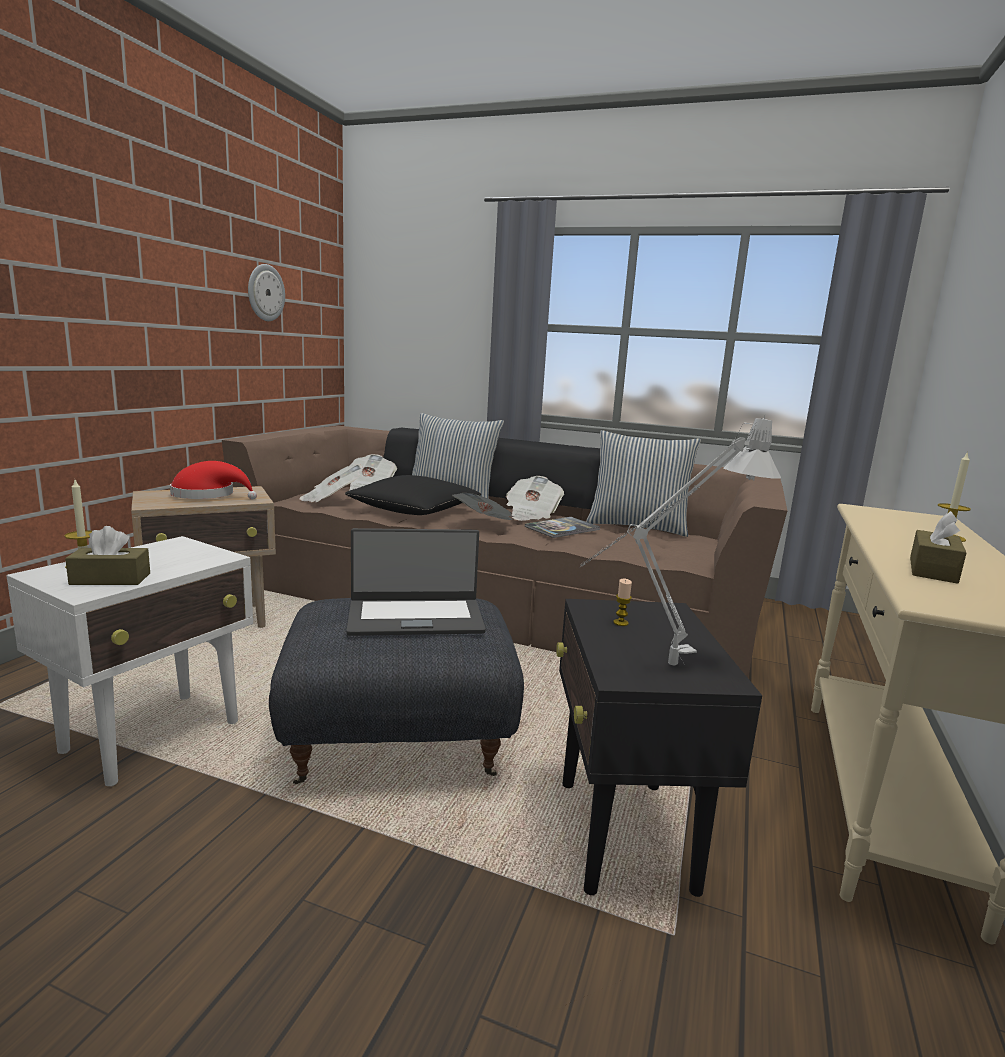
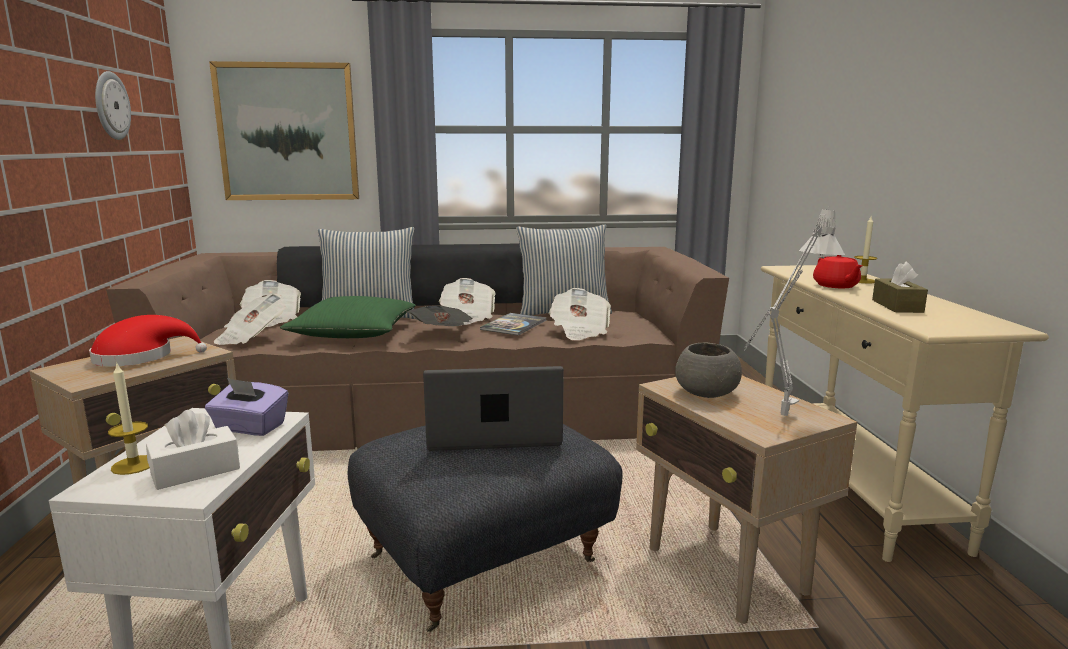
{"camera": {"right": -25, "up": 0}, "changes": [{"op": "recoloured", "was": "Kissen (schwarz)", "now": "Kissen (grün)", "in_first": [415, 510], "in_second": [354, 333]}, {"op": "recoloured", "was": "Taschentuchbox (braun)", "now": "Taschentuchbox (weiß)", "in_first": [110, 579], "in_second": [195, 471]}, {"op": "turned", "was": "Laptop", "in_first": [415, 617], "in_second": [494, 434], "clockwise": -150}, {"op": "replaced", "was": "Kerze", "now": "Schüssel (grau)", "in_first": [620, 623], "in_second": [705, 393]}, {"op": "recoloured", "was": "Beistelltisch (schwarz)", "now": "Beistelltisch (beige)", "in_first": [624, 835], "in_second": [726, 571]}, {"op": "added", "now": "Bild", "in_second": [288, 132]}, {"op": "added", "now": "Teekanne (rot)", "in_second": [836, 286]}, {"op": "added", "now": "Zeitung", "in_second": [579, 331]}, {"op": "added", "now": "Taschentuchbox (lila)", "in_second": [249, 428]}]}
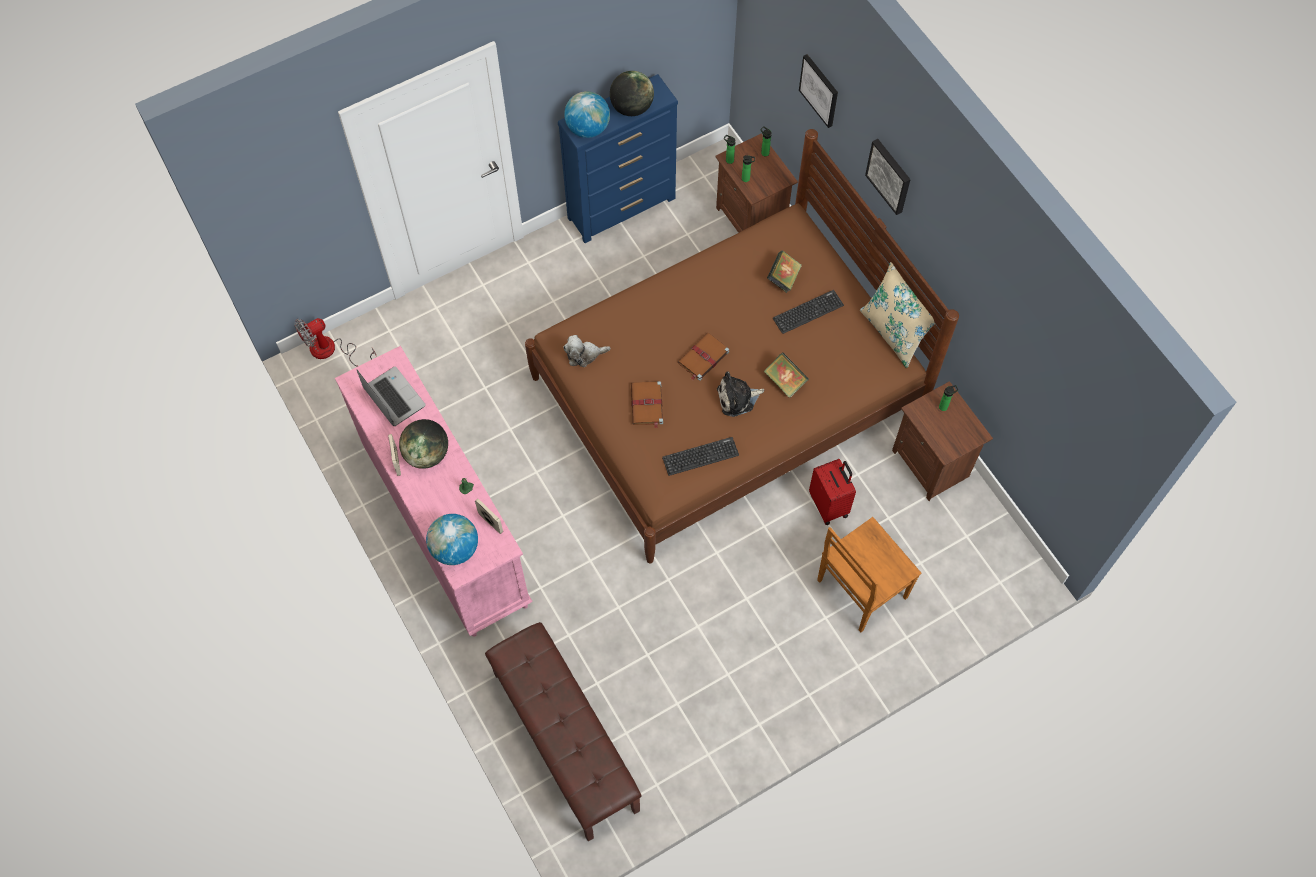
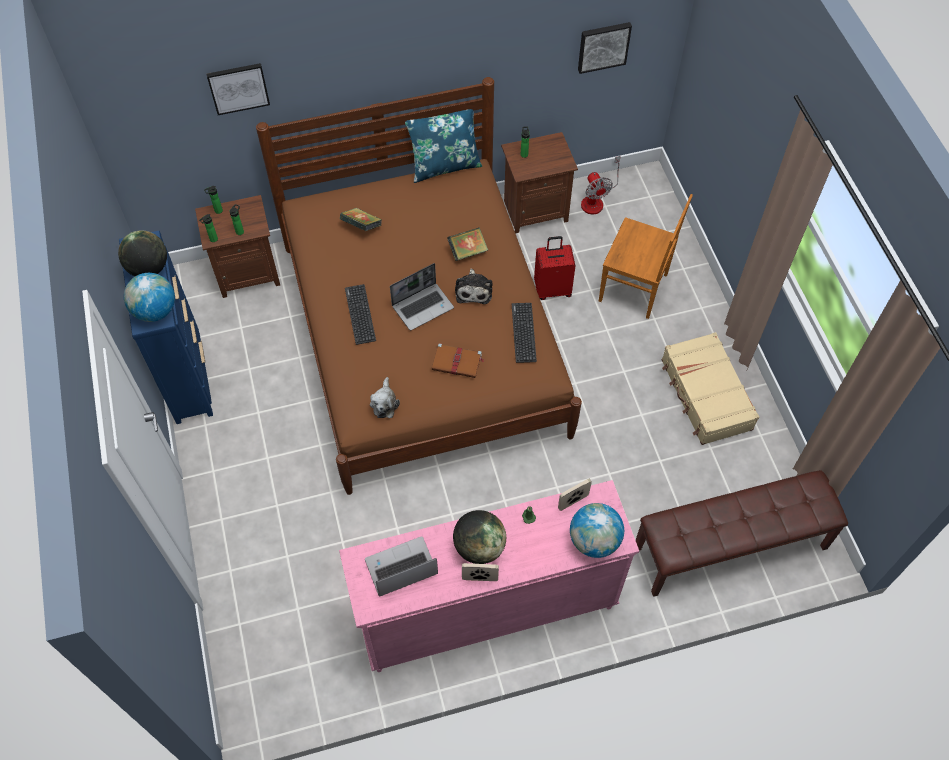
{"camera": {"right": -75, "up": -5}, "changes": [{"op": "moved", "was": "Bild", "in_first": [890, 175], "in_second": [603, 46]}, {"op": "recoloured", "was": "Kissen (beige)", "now": "Kissen (blau)", "in_first": [894, 332], "in_second": [444, 165]}, {"op": "moved", "was": "Tastatur", "in_first": [808, 312], "in_second": [360, 314]}, {"op": "moved", "was": "Ventilator", "in_first": [331, 350], "in_second": [596, 200]}, {"op": "replaced", "was": "Buch (braun)", "now": "Laptop", "in_first": [703, 358], "in_second": [423, 306]}, {"op": "turned", "was": "Stuhl (braun)", "in_first": [859, 590], "in_second": [635, 288], "clockwise": -45}, {"op": "added", "now": "Koffer (beige)", "in_second": [705, 395]}]}
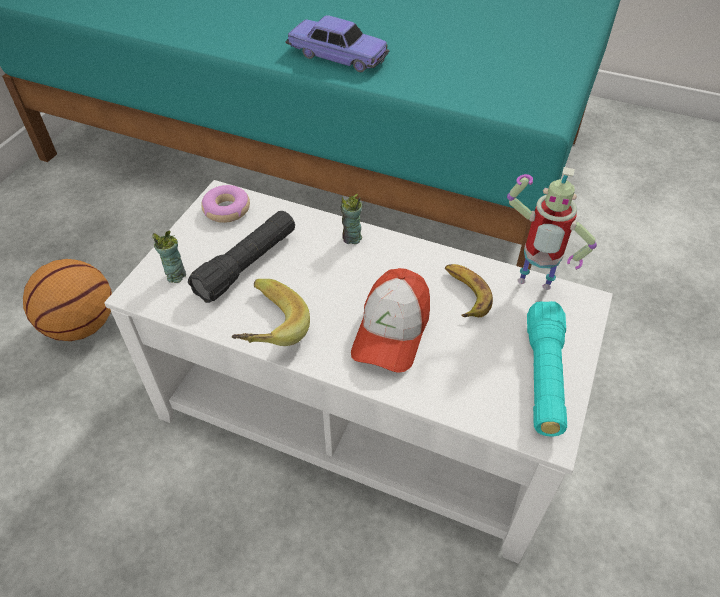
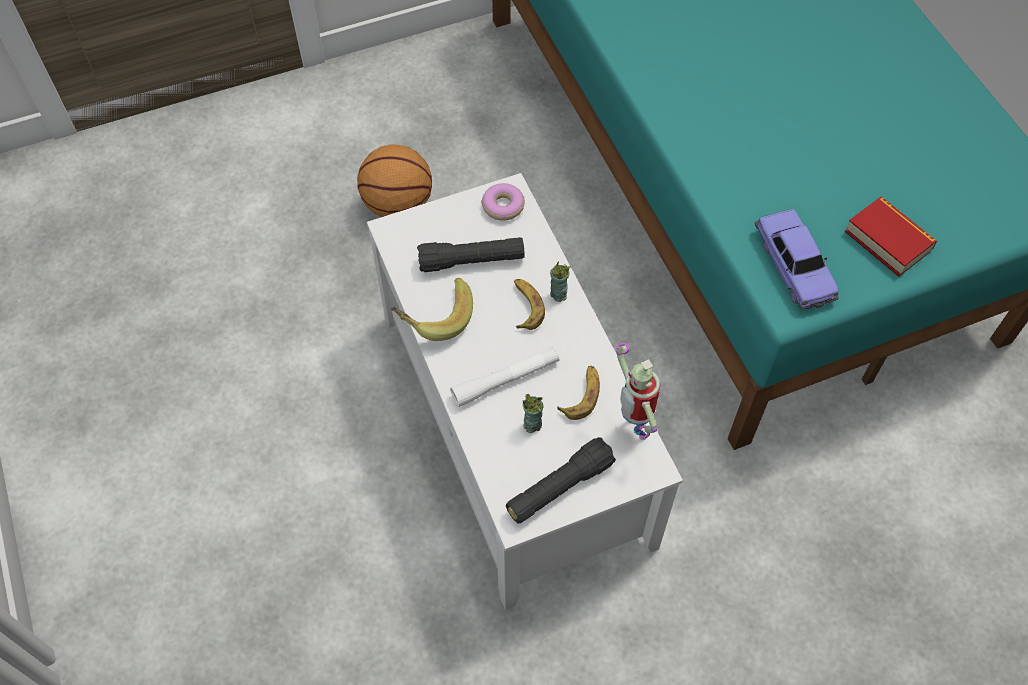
{"camera": {"right": 45, "up": 10}, "changes": [{"op": "moved", "was": "Spielzeugauto", "in_first": [337, 56], "in_second": [793, 266]}, {"op": "moved", "was": "Tasse", "in_first": [175, 275], "in_second": [532, 424]}, {"op": "replaced", "was": "Kappe", "now": "Taschenlampe (weiß)", "in_first": [391, 331], "in_second": [505, 380]}, {"op": "recoloured", "was": "Taschenlampe (türkis)", "now": "Taschenlampe (schwarz)", "in_first": [543, 377], "in_second": [559, 487]}, {"op": "added", "now": "Buch", "in_second": [888, 241]}, {"op": "added", "now": "Banane", "in_second": [525, 306]}]}
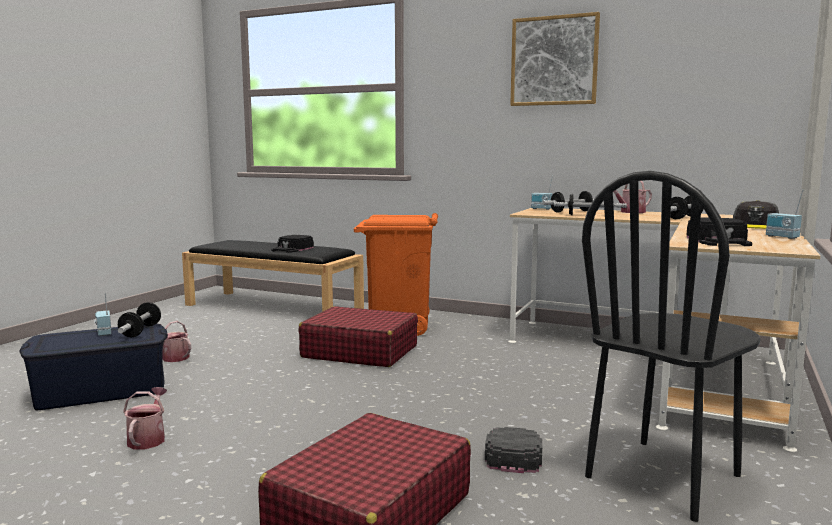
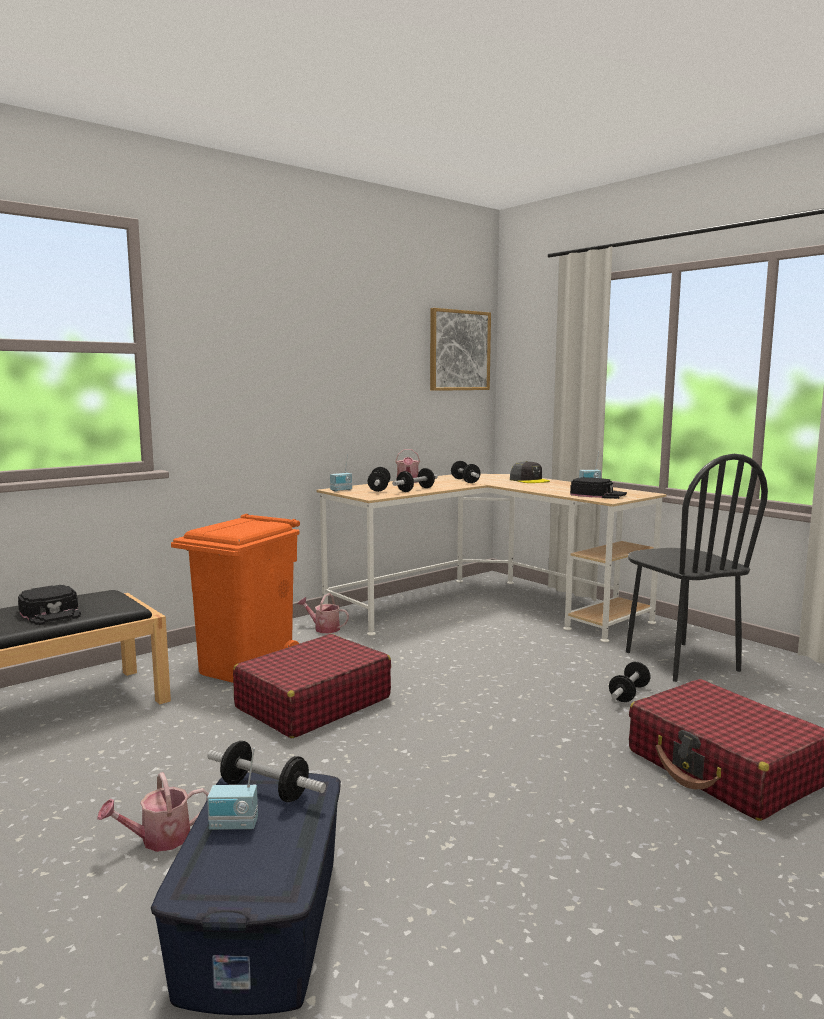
{"camera": {"right": -65, "up": 0}, "changes": [{"op": "moved", "was": "Bild", "in_first": [554, 61], "in_second": [459, 350]}, {"op": "moved", "was": "Gießkanne", "in_first": [148, 438], "in_second": [323, 628]}, {"op": "replaced", "was": "Kappe (schwarz)", "now": "Hantel", "in_first": [513, 454], "in_second": [629, 694]}]}
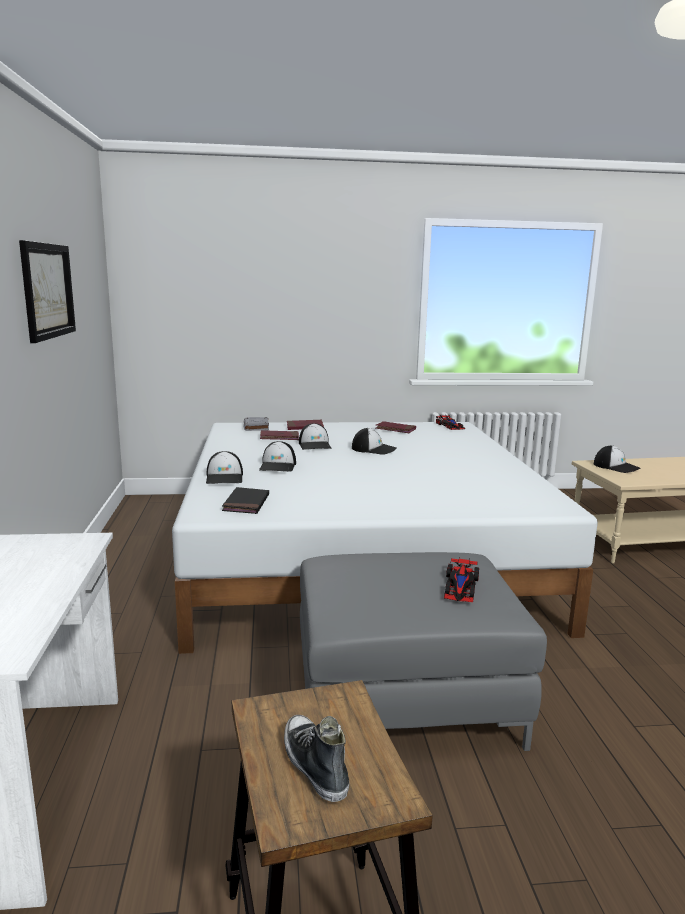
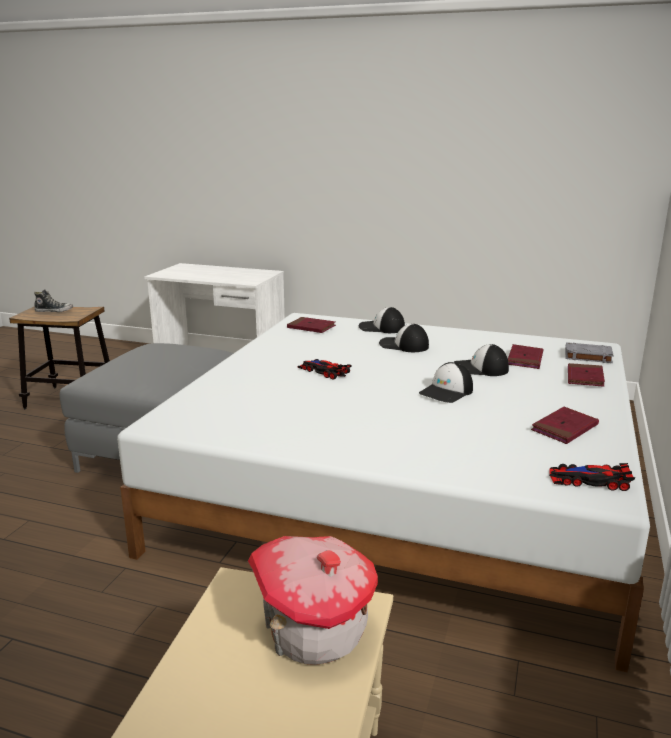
{"camera": {"right": 115, "up": 5}, "changes": [{"op": "removed", "was": "Bild", "in_first": [47, 290]}, {"op": "replaced", "was": "Kappe", "now": "Spielzeughaus", "in_first": [616, 467], "in_second": [314, 630]}, {"op": "recoloured", "was": "Buch (schwarz)", "now": "Buch (rot)", "in_first": [246, 503], "in_second": [311, 327]}, {"op": "moved", "was": "Spielzeugauto", "in_first": [461, 586], "in_second": [323, 371]}]}
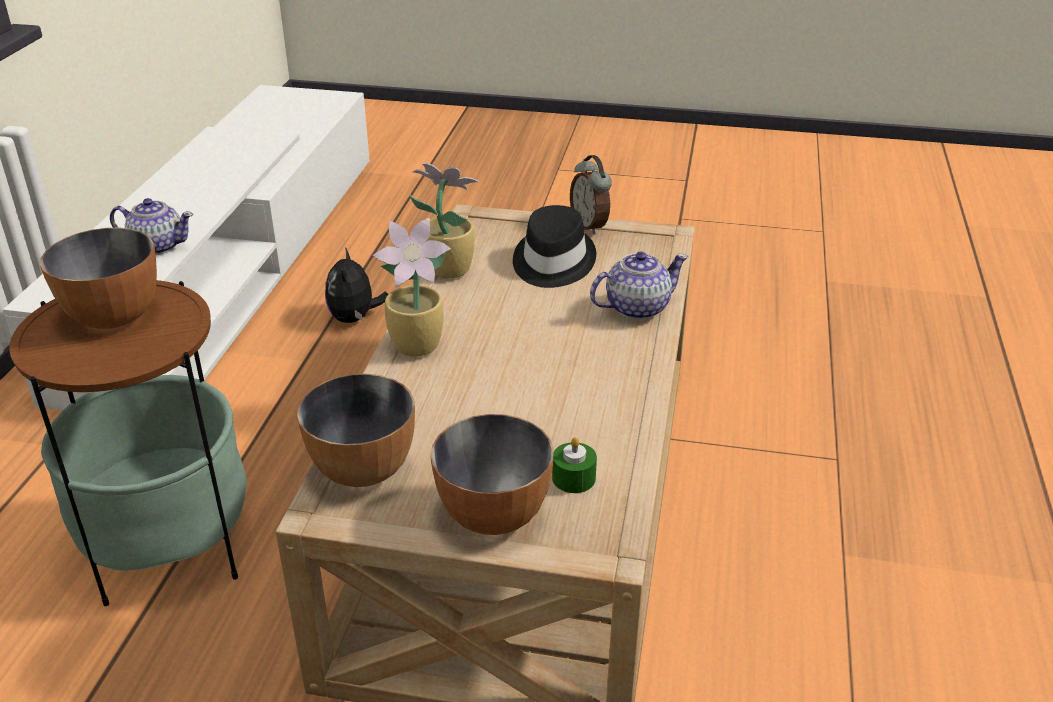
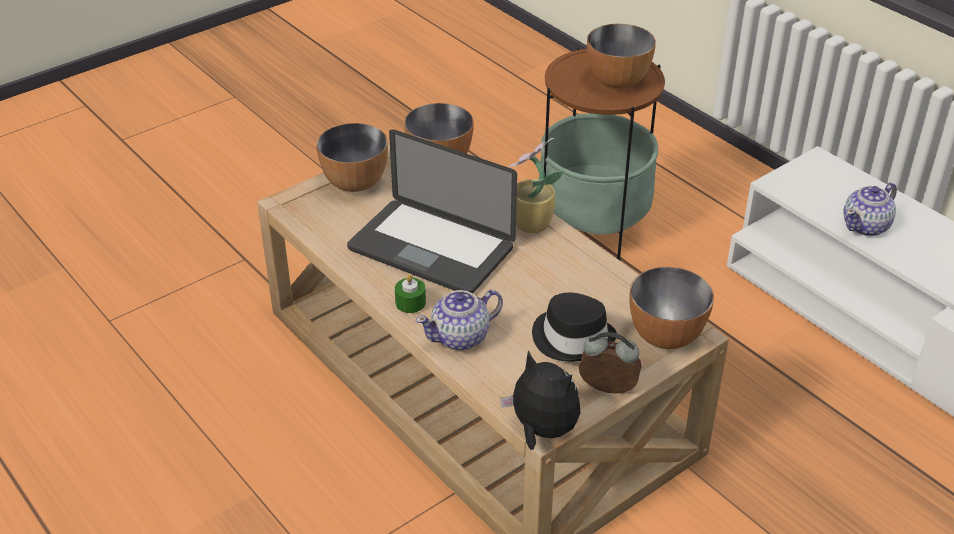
{"camera": {"right": 130, "up": 5}, "changes": [{"op": "removed", "was": "Topfpflanze", "in_first": [447, 269]}, {"op": "moved", "was": "Plüschtier", "in_first": [355, 318], "in_second": [542, 431]}, {"op": "turned", "was": "Teekanne", "in_first": [636, 307], "in_second": [461, 337], "clockwise": 45}, {"op": "moved", "was": "Kerze (grün)", "in_first": [573, 478], "in_second": [410, 302]}, {"op": "added", "now": "Laptop", "in_second": [431, 249]}, {"op": "added", "now": "Schüssel", "in_second": [666, 336]}]}
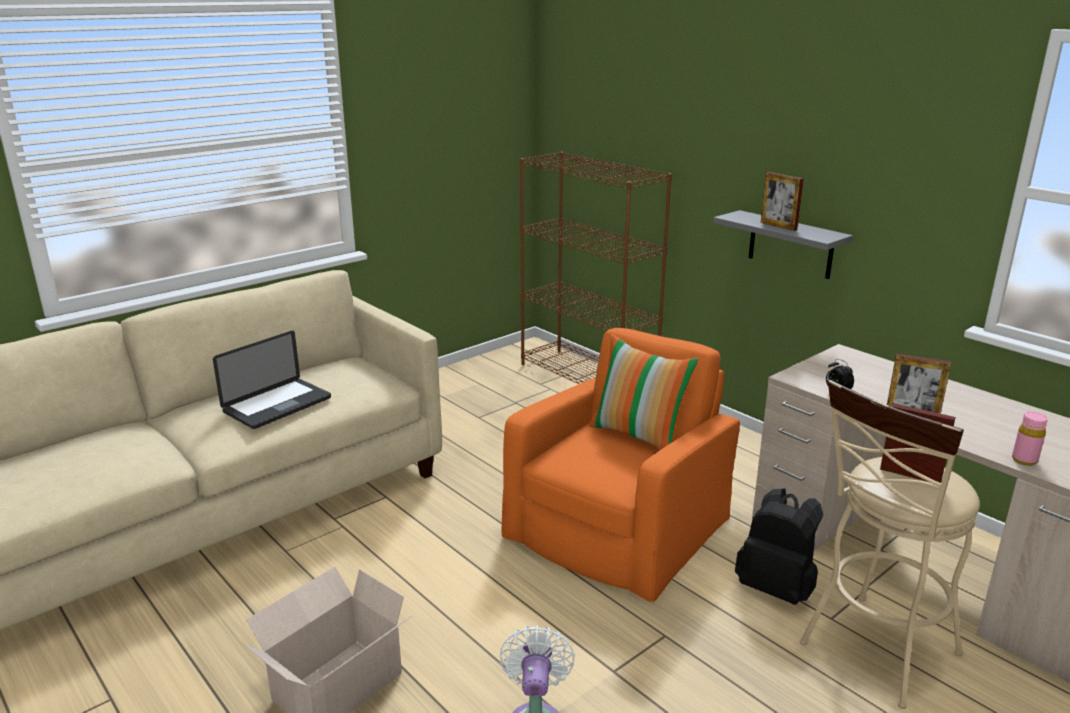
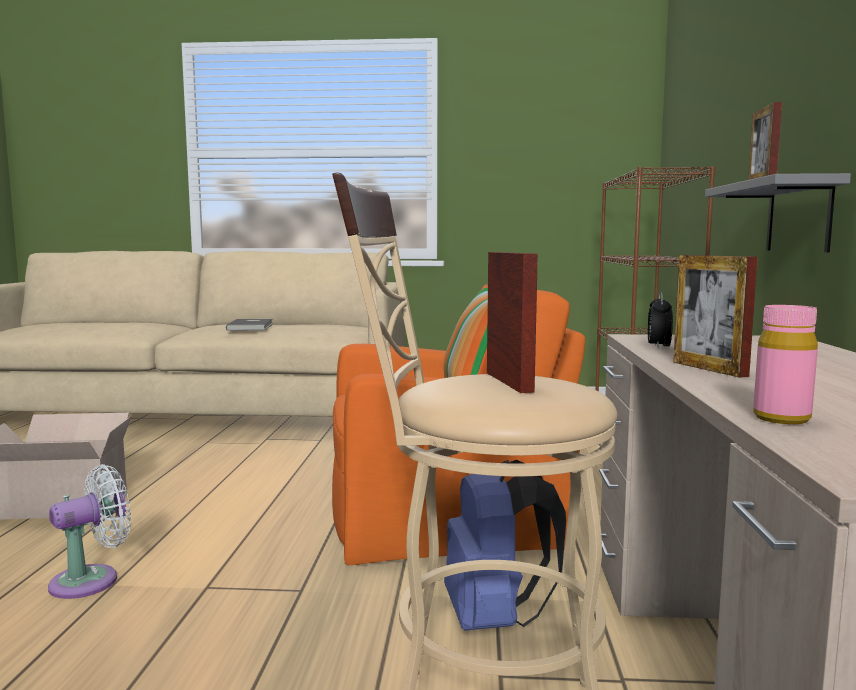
{"camera": {"right": 45, "up": -15}, "changes": [{"op": "replaced", "was": "Laptop", "now": "Buch (grau)", "in_first": [277, 405], "in_second": [252, 327]}, {"op": "recoloured", "was": "Rucksack (schwarz)", "now": "Rucksack (blau)", "in_first": [777, 588], "in_second": [495, 619]}]}
